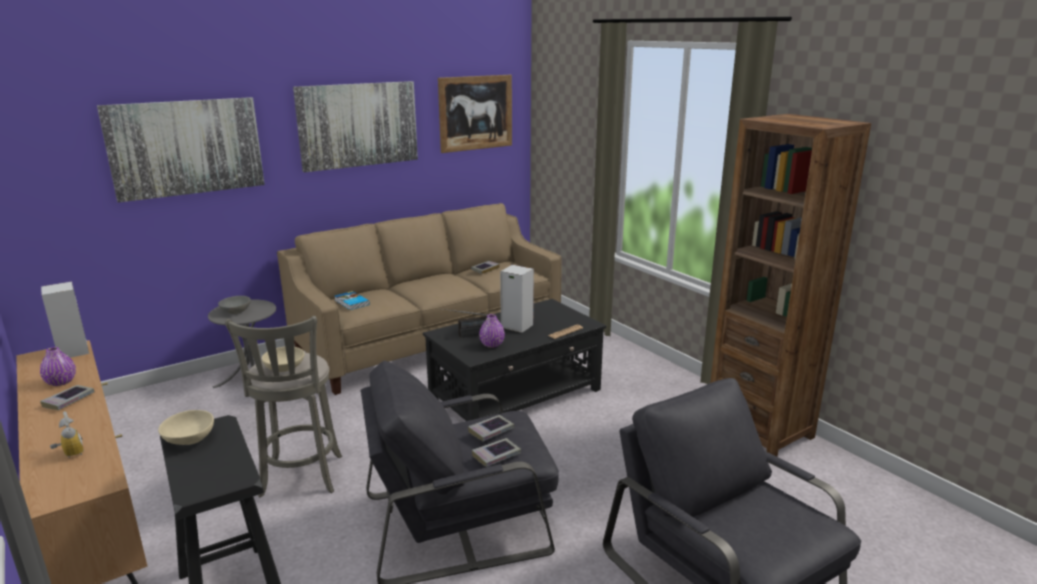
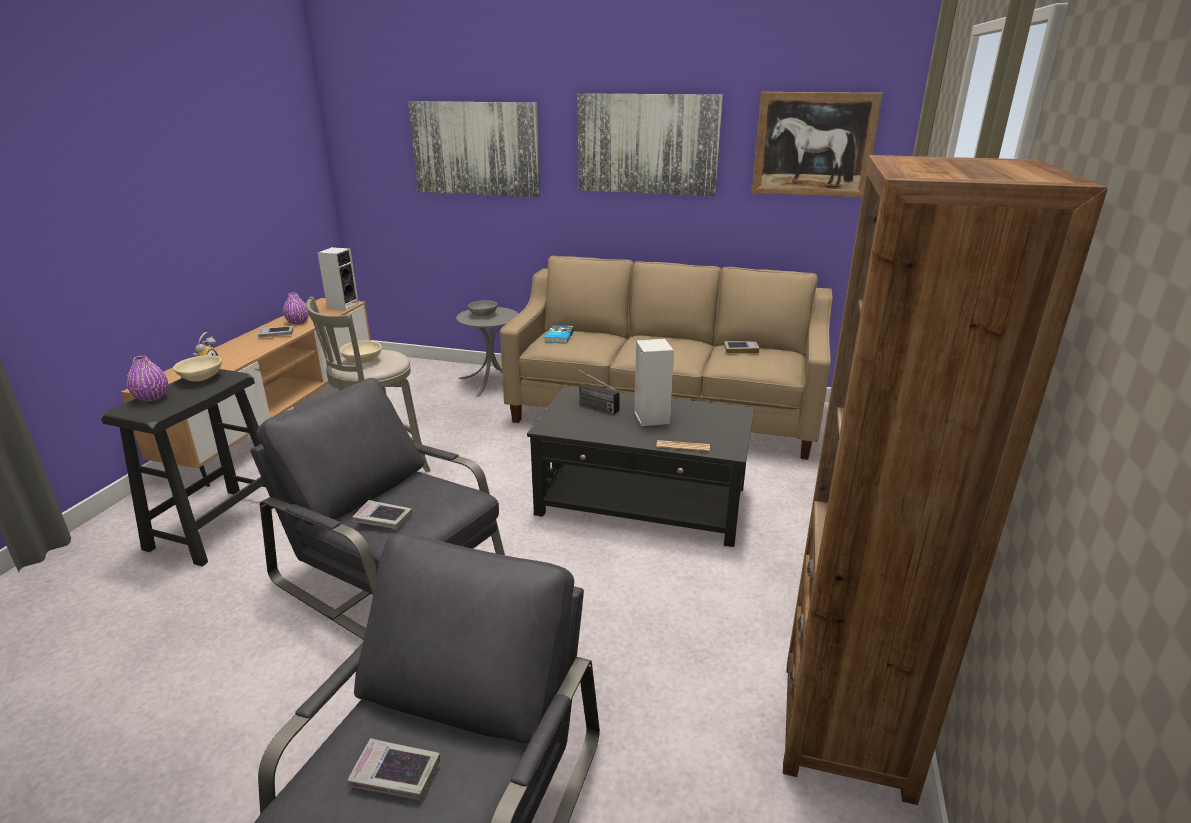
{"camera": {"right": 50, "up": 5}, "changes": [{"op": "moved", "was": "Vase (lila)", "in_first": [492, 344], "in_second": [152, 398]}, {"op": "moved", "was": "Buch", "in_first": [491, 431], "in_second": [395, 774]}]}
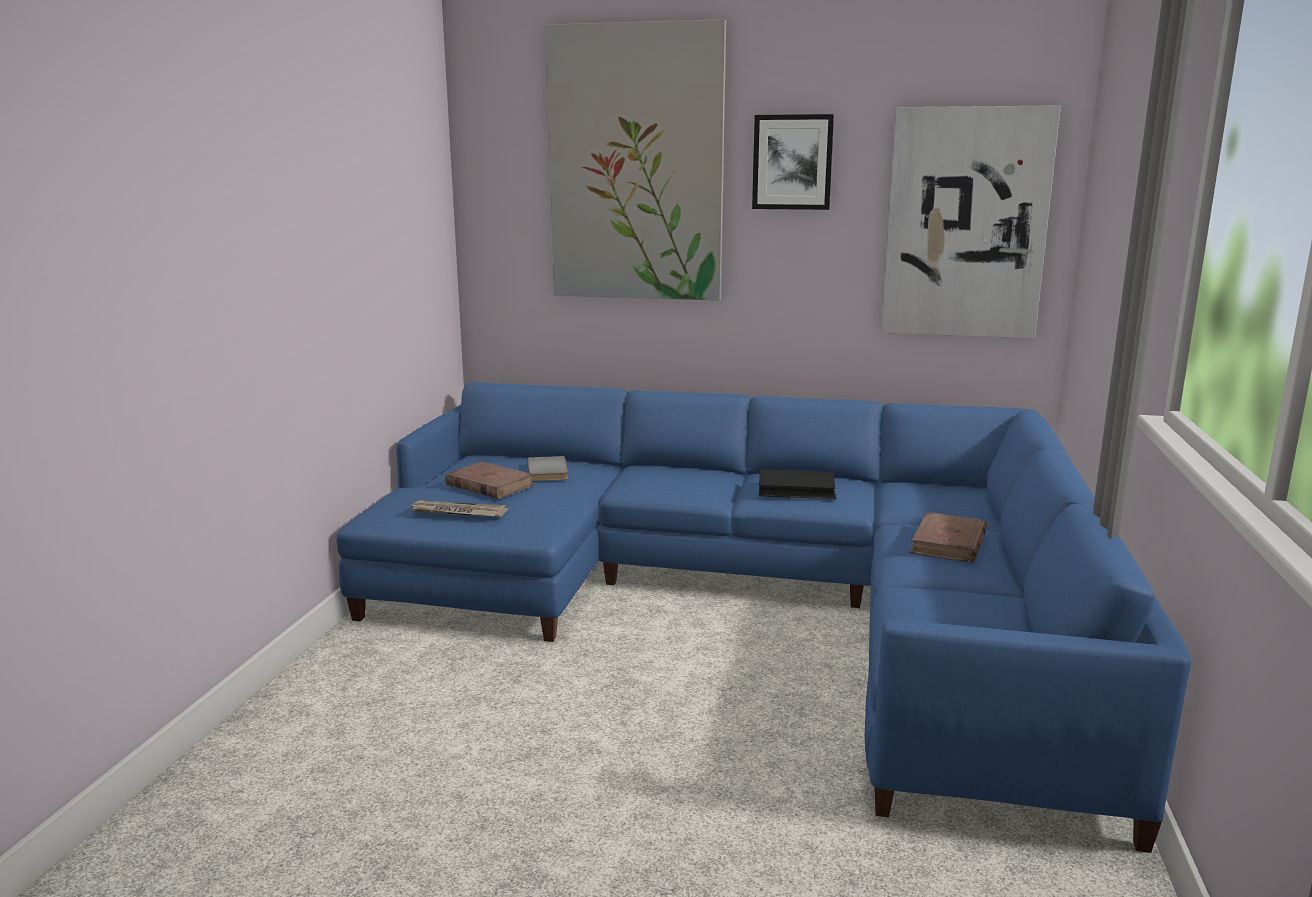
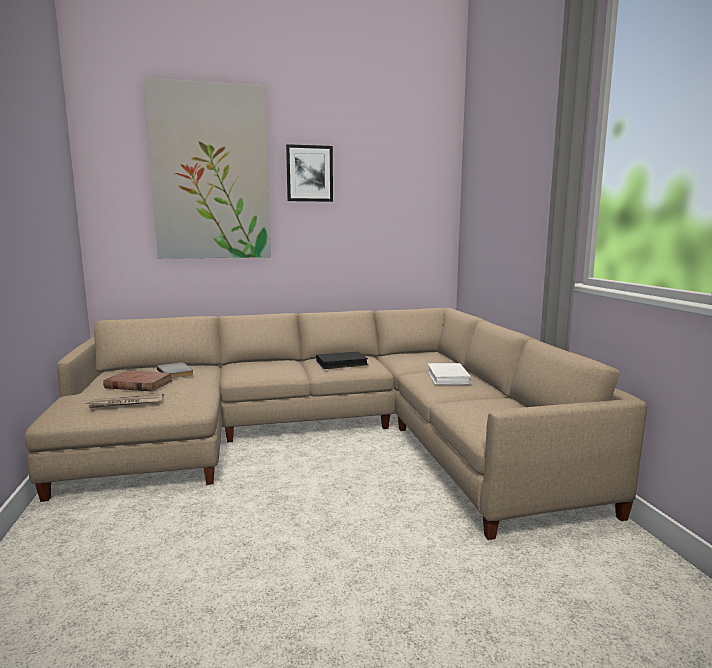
{"camera": {"right": -25, "up": -5}, "changes": [{"op": "removed", "was": "Bild", "in_first": [965, 224]}, {"op": "recoloured", "was": "Sofa (blau)", "now": "Sofa (beige)", "in_first": [750, 601], "in_second": [325, 436]}, {"op": "recoloured", "was": "Buch (braun)", "now": "Buch (weiß)", "in_first": [948, 543], "in_second": [448, 377]}]}
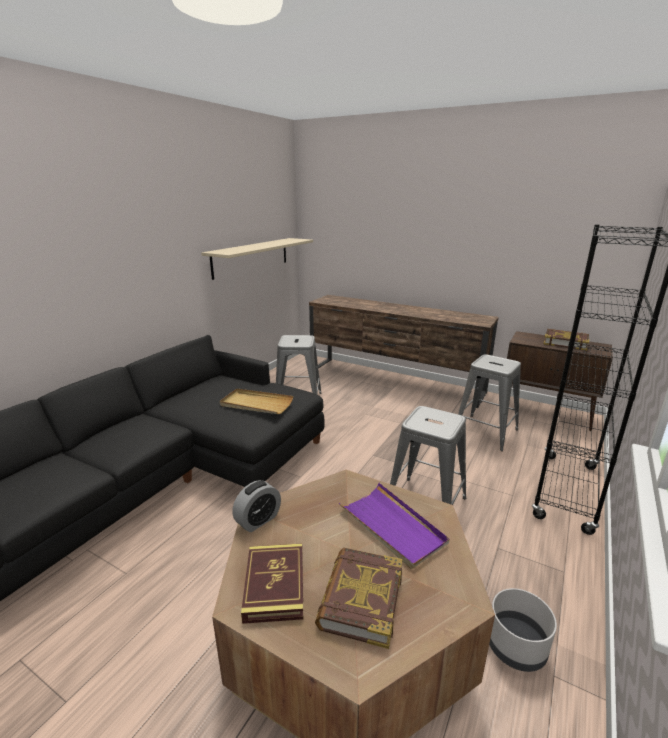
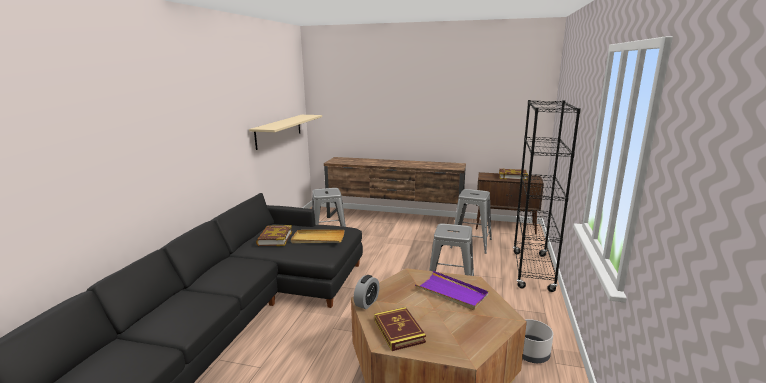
{"camera": {"right": -15, "up": -5}, "changes": [{"op": "moved", "was": "Buch", "in_first": [360, 599], "in_second": [274, 238]}]}
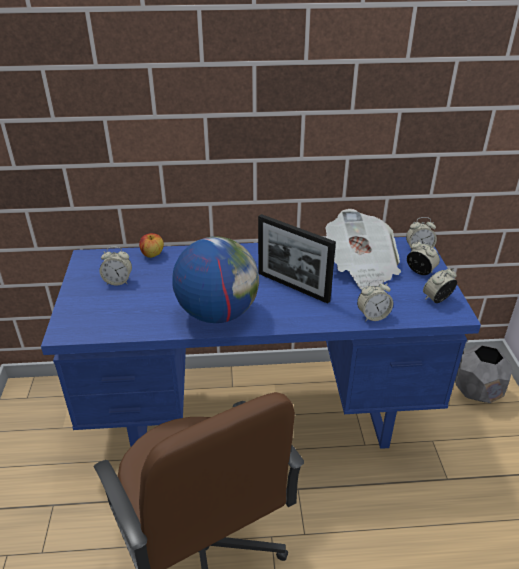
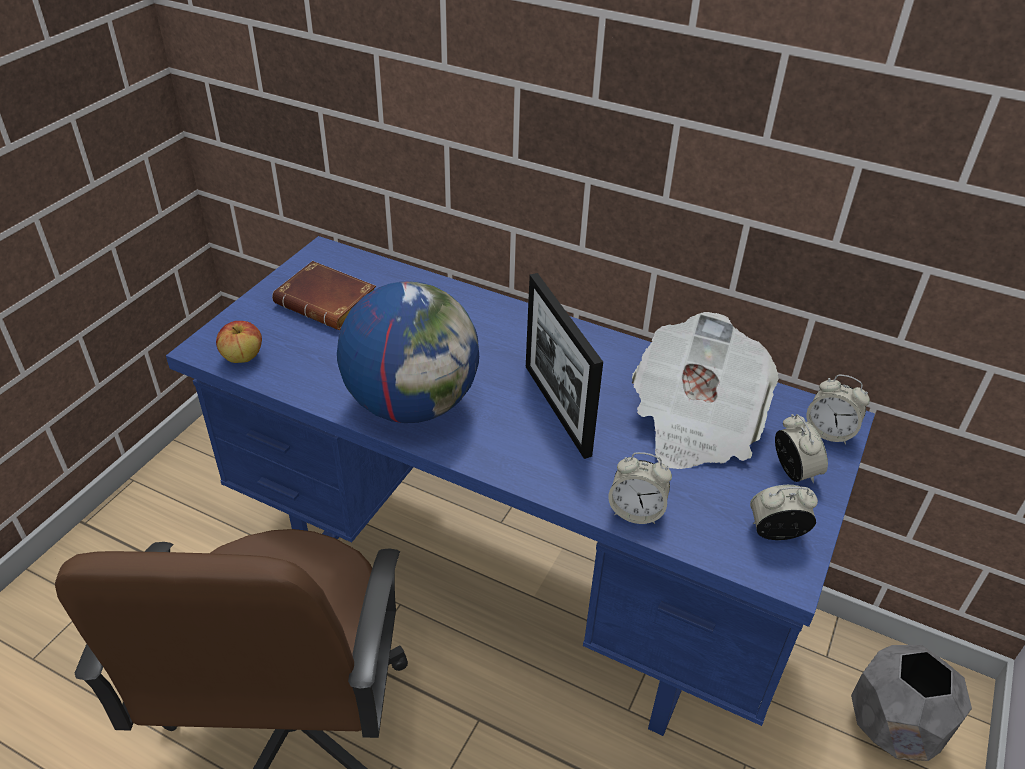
{"camera": {"right": 30, "up": 5}, "changes": [{"op": "moved", "was": "Apfel", "in_first": [152, 254], "in_second": [243, 357]}, {"op": "replaced", "was": "Wecker", "now": "Buch (braun)", "in_first": [118, 281], "in_second": [330, 302]}]}
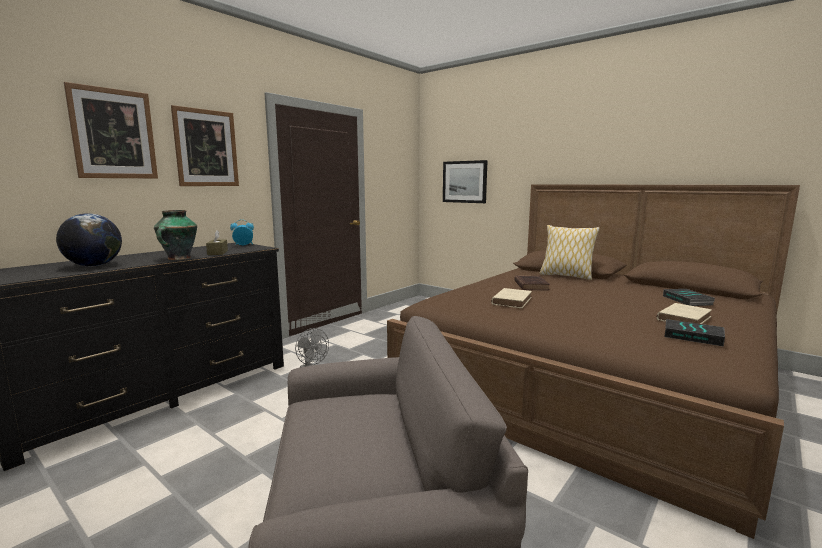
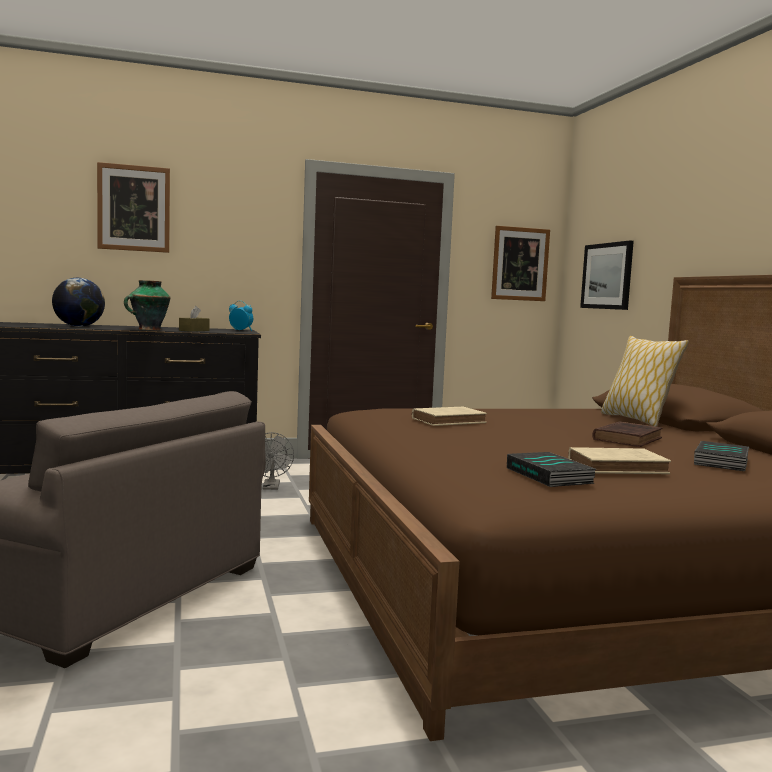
{"camera": {"right": 35, "up": -5}, "changes": [{"op": "moved", "was": "Bild", "in_first": [206, 148], "in_second": [520, 264]}, {"op": "moved", "was": "Buch (braun)", "in_first": [530, 285], "in_second": [628, 439]}]}
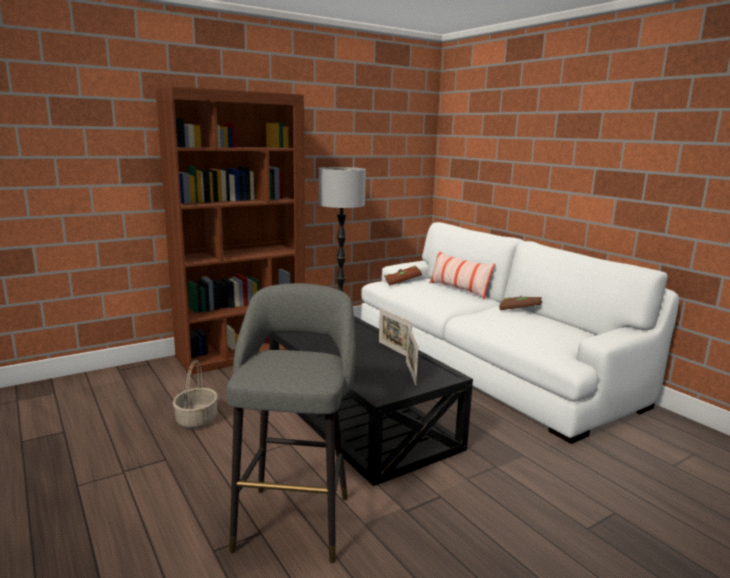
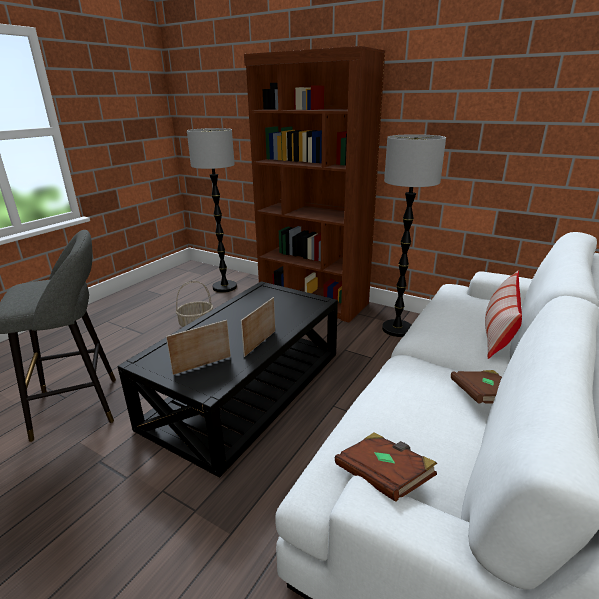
{"camera": {"right": 65, "up": 10}, "changes": [{"op": "moved", "was": "Buch (braun)", "in_first": [402, 282], "in_second": [383, 477]}, {"op": "added", "now": "Stehlampe", "in_second": [224, 287]}]}
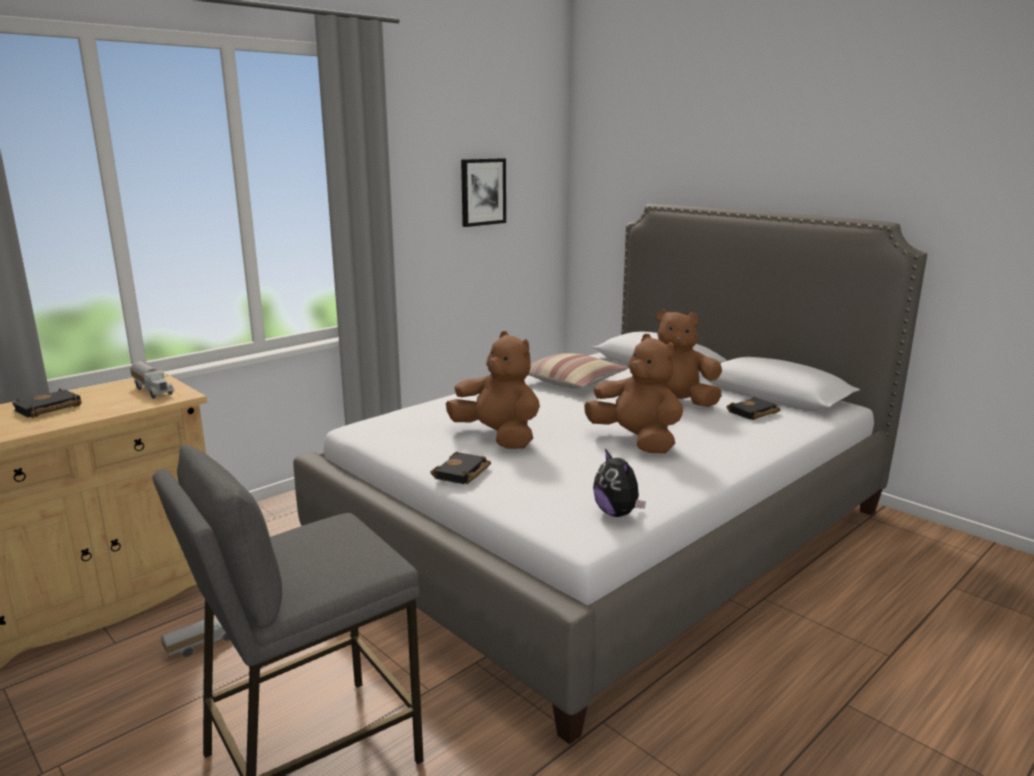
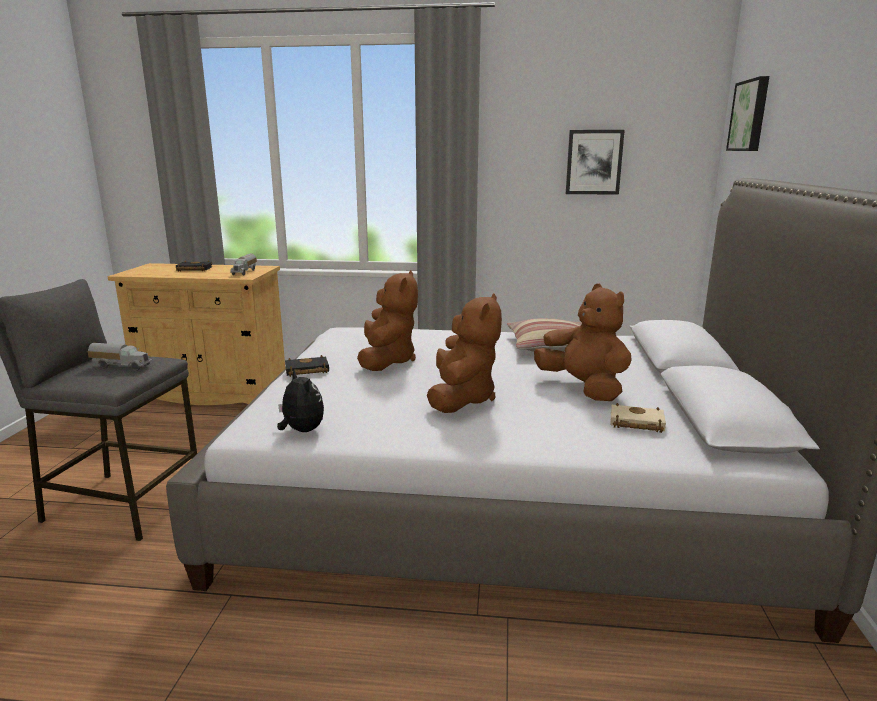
{"camera": {"right": 50, "up": 0}, "changes": [{"op": "recoloured", "was": "Buch (schwarz)", "now": "Buch (beige)", "in_first": [753, 413], "in_second": [635, 423]}, {"op": "turned", "was": "Plüschtier", "in_first": [617, 513], "in_second": [301, 431], "clockwise": 120}, {"op": "moved", "was": "Spielzeuglaster", "in_first": [200, 645], "in_second": [122, 366]}, {"op": "added", "now": "Bild", "in_second": [750, 116]}]}
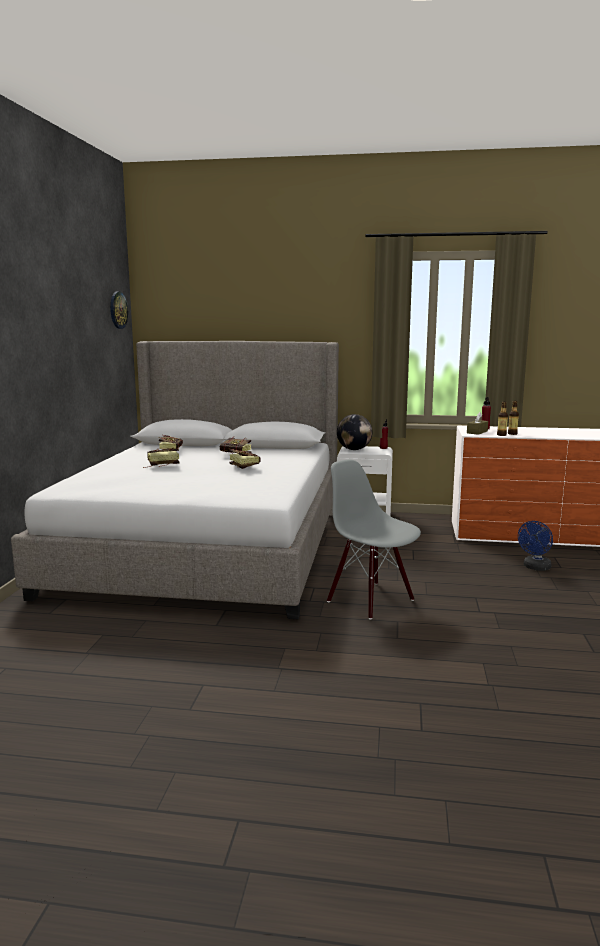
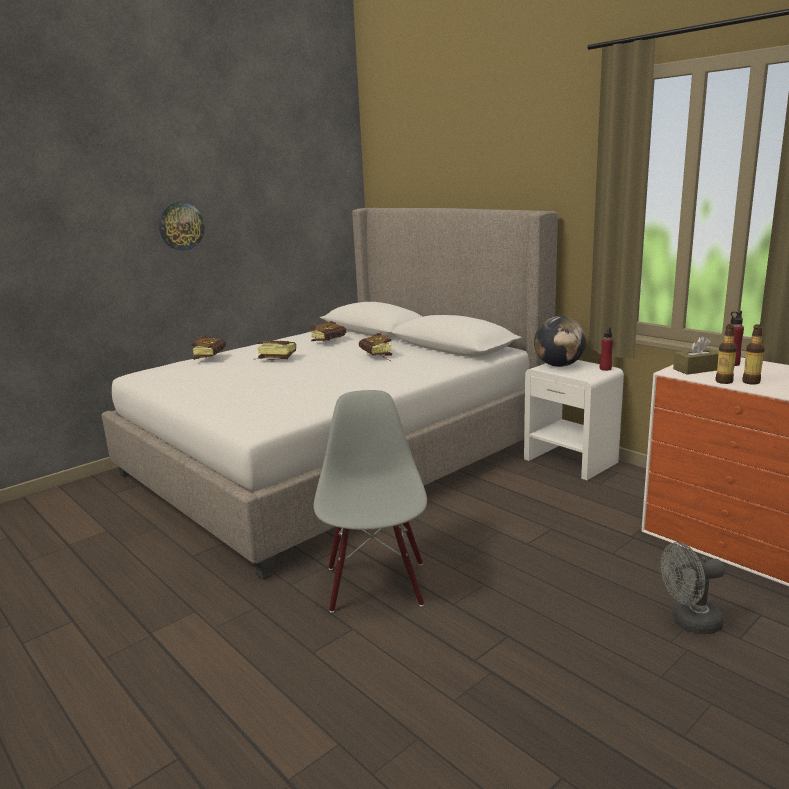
{"camera": {"right": 40, "up": 5}, "changes": [{"op": "moved", "was": "Wanduhr", "in_first": [118, 310], "in_second": [181, 226]}, {"op": "moved", "was": "Buch", "in_first": [242, 467], "in_second": [211, 357]}, {"op": "recoloured", "was": "Ventilator (blau)", "now": "Ventilator (grau)", "in_first": [535, 568], "in_second": [689, 622]}]}
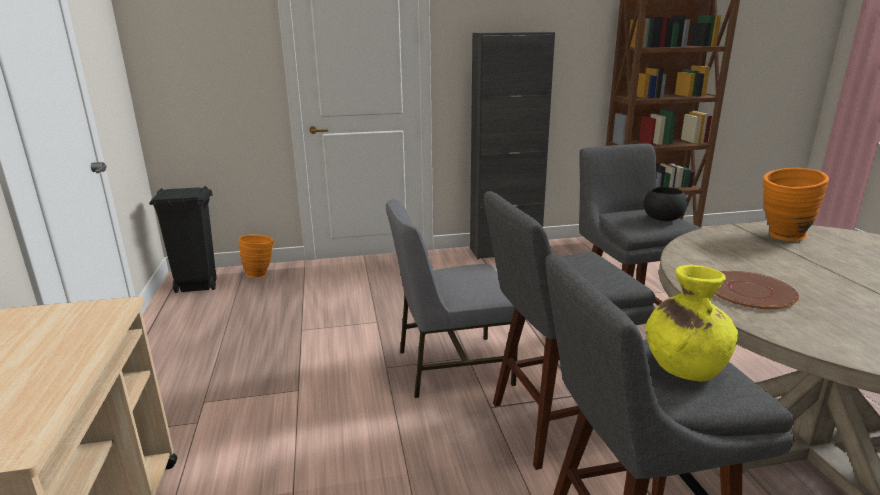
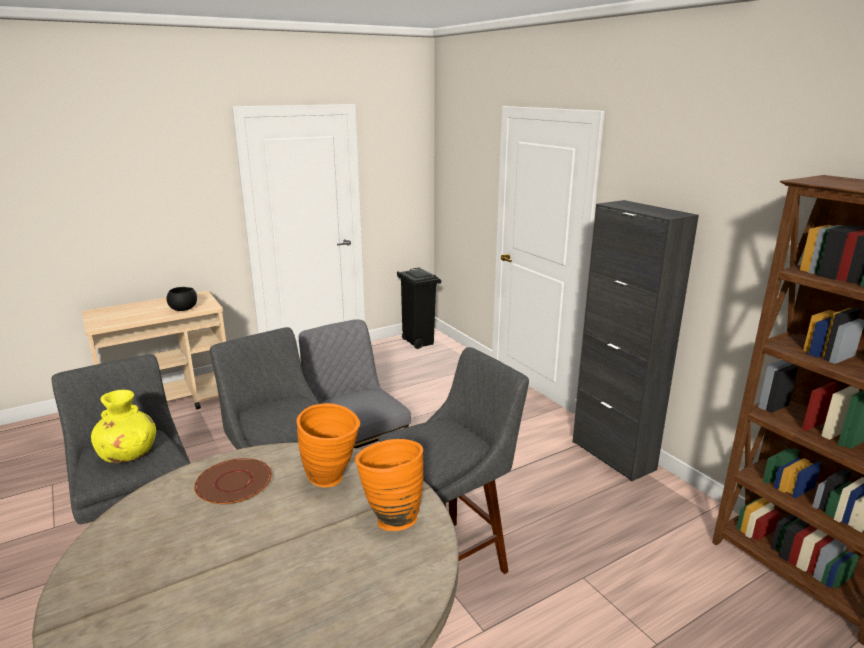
{"camera": {"right": 70, "up": 0}, "changes": [{"op": "moved", "was": "Schüssel (schwarz)", "in_first": [663, 218], "in_second": [184, 309]}, {"op": "moved", "was": "Vase (orange)", "in_first": [260, 274], "in_second": [332, 480]}]}
